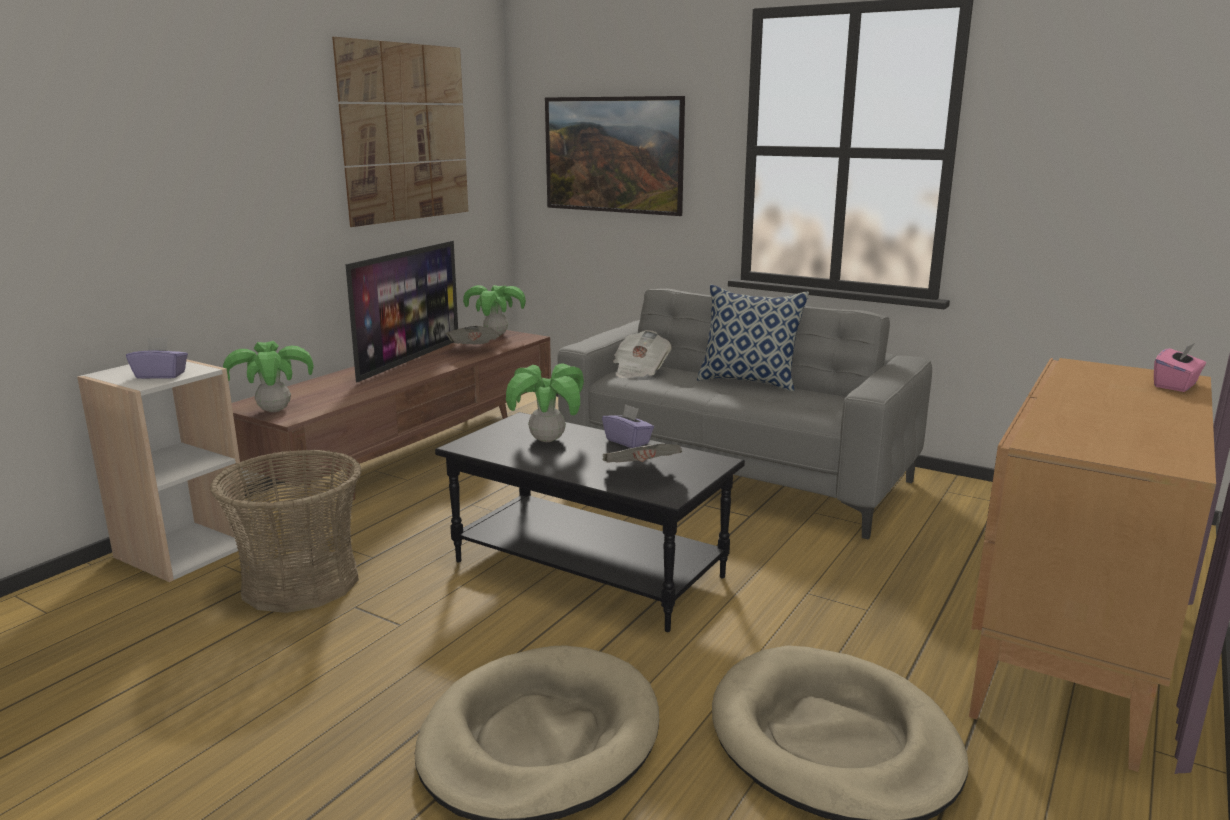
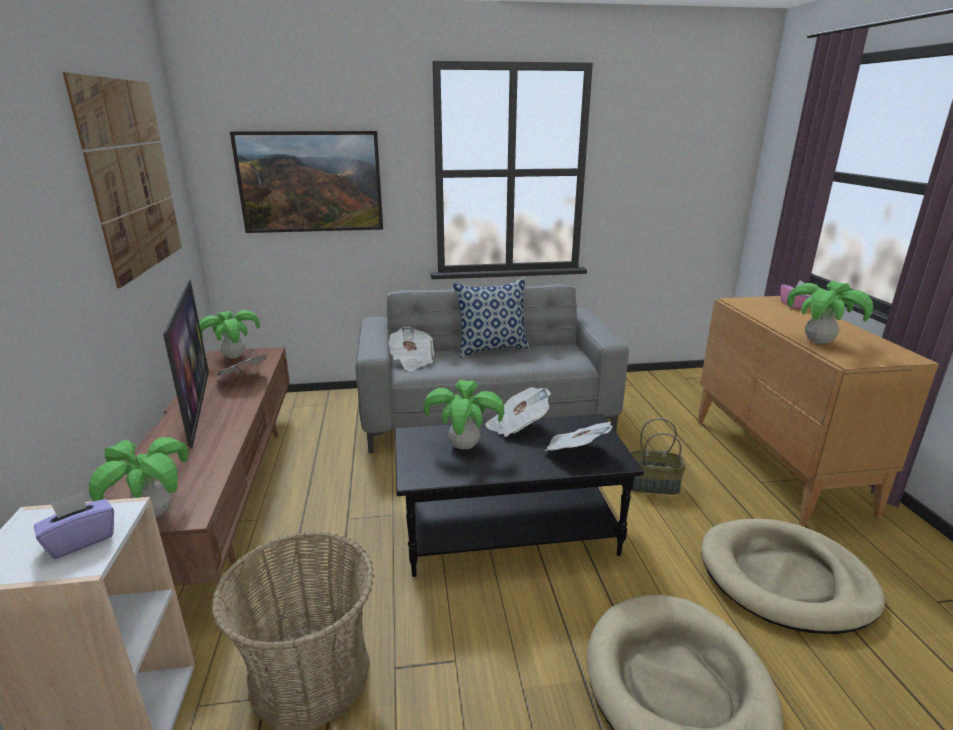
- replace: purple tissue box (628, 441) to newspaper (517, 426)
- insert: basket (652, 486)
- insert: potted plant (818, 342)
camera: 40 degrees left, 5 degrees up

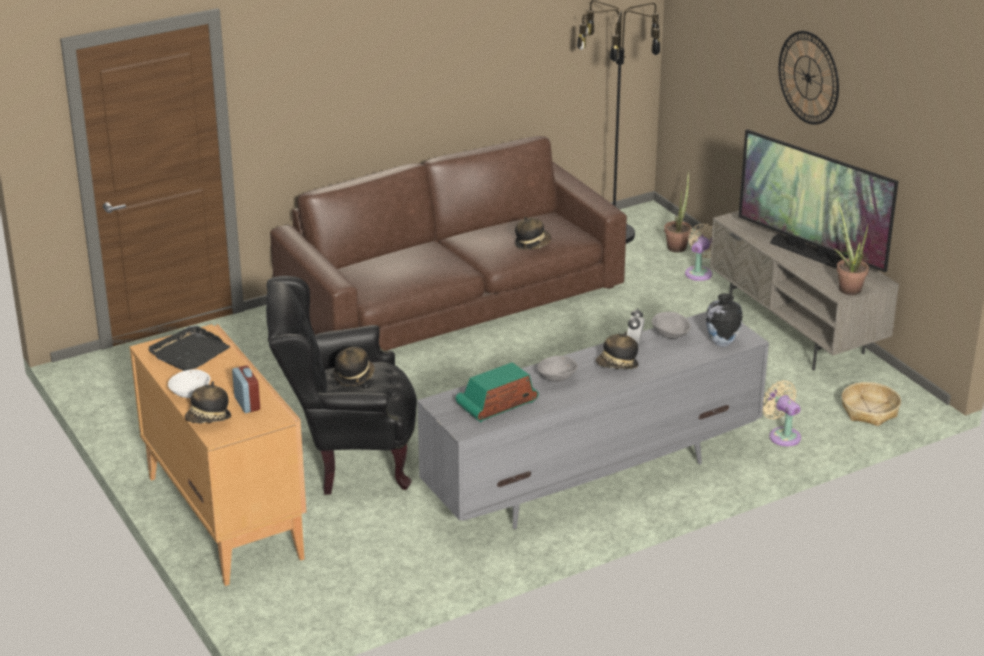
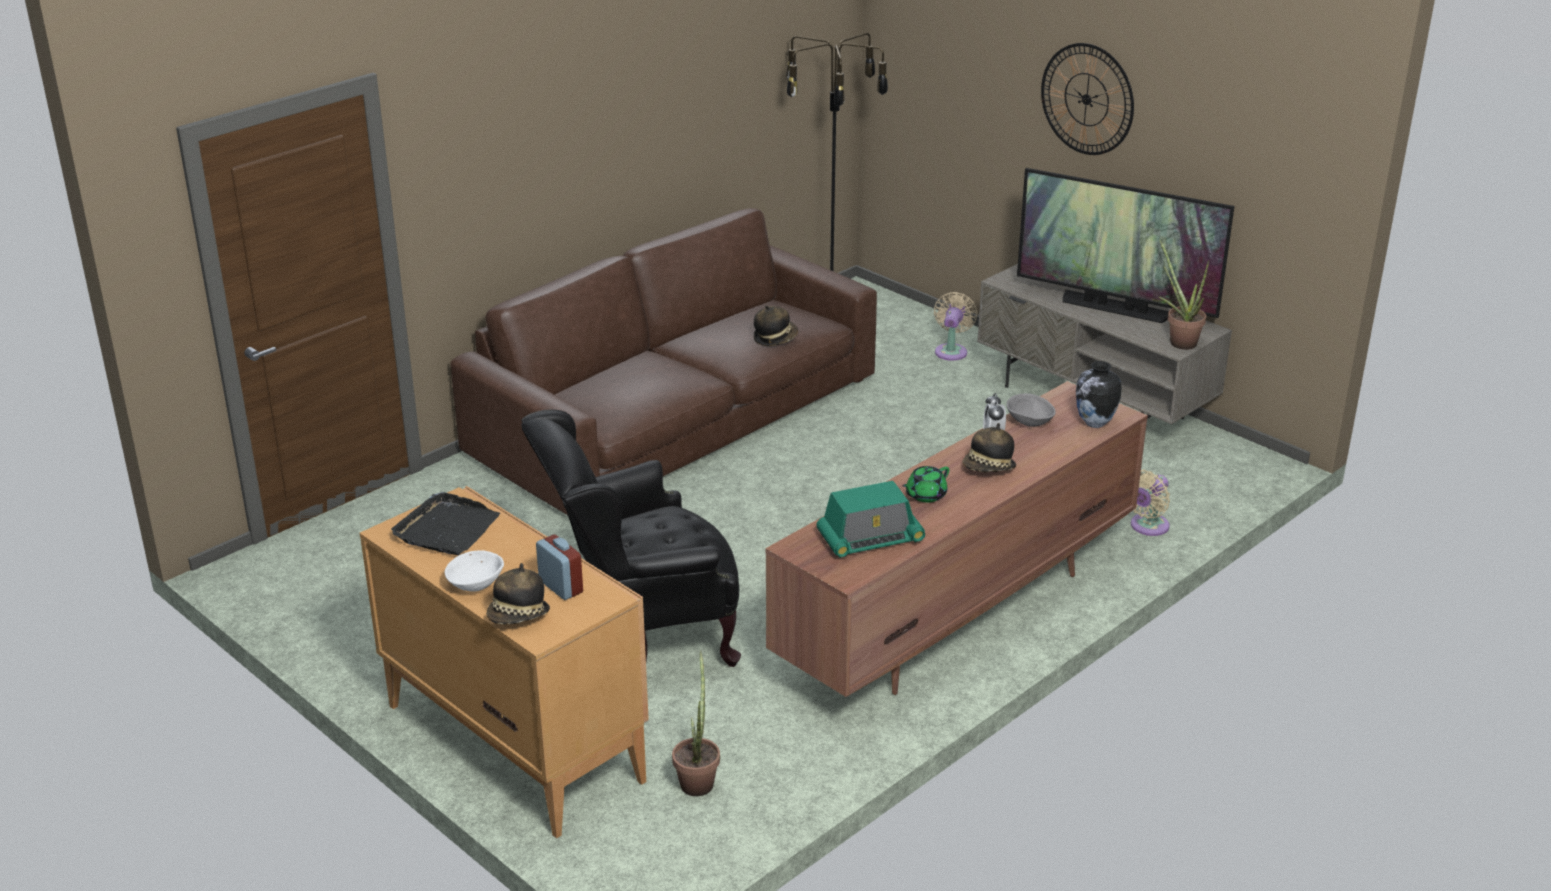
- delete: hat (354, 376)
- recolor: grey cabinet (593, 482) to brown cabinet (959, 618)
- rotate: radio (497, 405) = (870, 539) 150 degrees counterclockwise
- replace: grey bowl (557, 379) to green teapot (925, 495)
- move: potted plant (678, 246) to (698, 780)
- rotate: beige fan (782, 435) = (1147, 527) 90 degrees counterclockwise
- delete: basket (869, 411)
camera: 15 degrees left, 0 degrees up

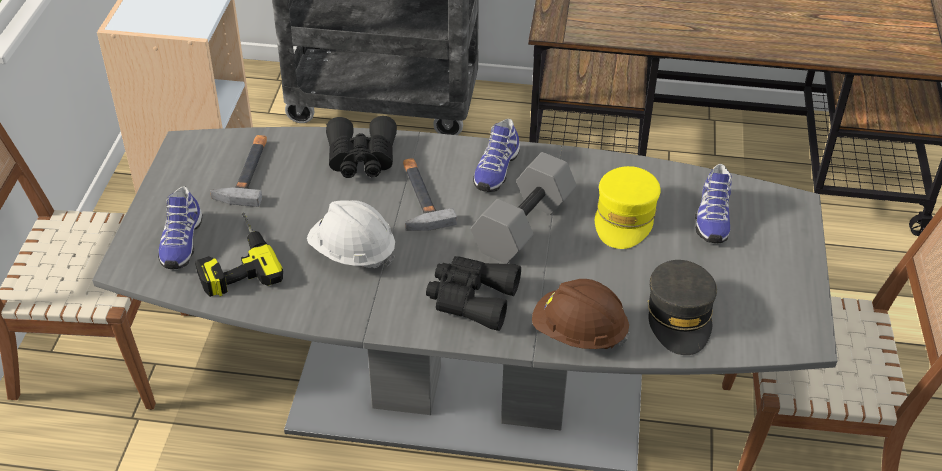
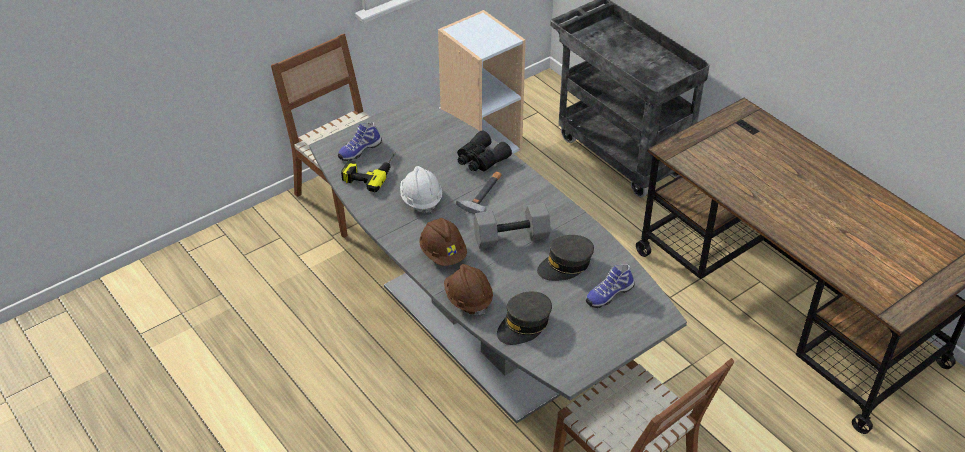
- delete: hammer (247, 172)
- replace: black binoculars (472, 299) to brown hard hat (443, 253)
- delete: shoe (495, 170)
- recolor: yellow cap (625, 217) to grey cap (565, 265)
camera: 45 degrees right, 0 degrees up

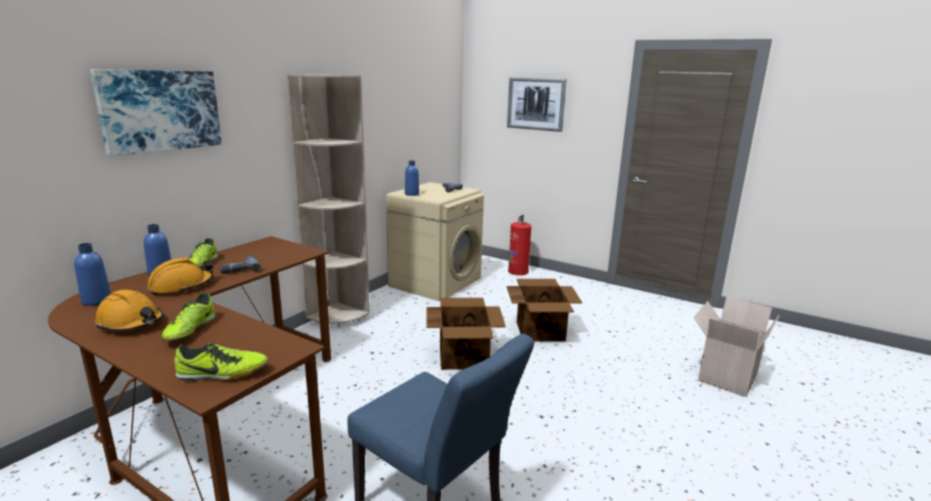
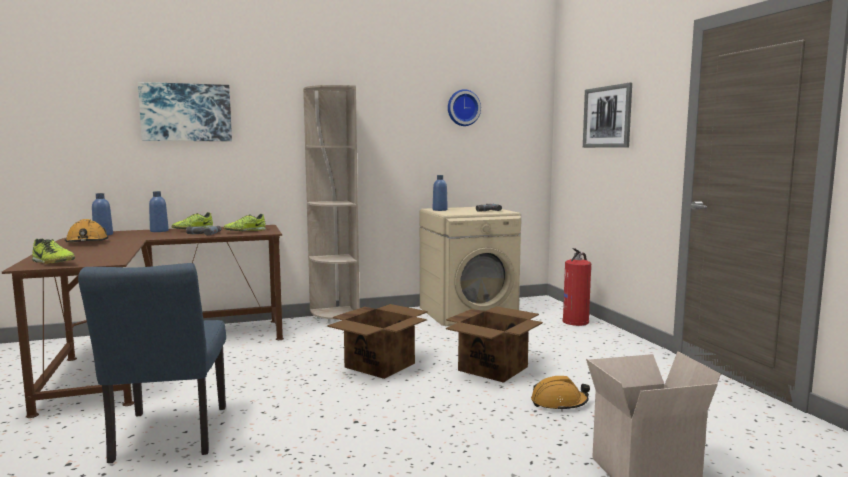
- move: orange hard hat (181, 286) to (559, 403)
- move: shoe (190, 330) to (245, 231)
- insert: wall clock (463, 108)
camera: 40 degrees right, 10 degrees down

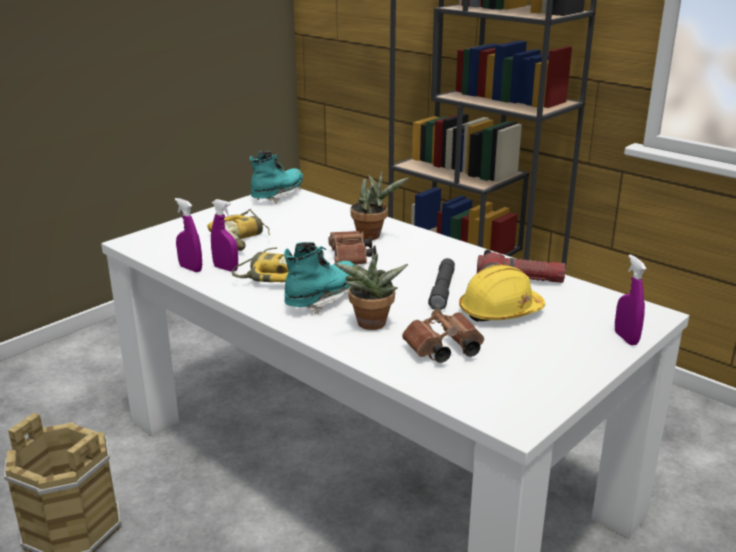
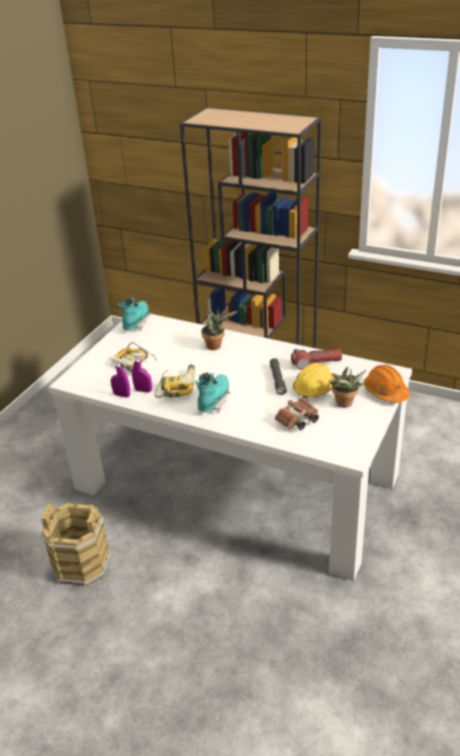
- delete: brown binoculars (351, 260)
- move: potted plant (370, 325) to (344, 404)
- replace: purple spray bottle (626, 338) to orange hard hat (385, 392)
camera: 15 degrees left, 10 degrees up

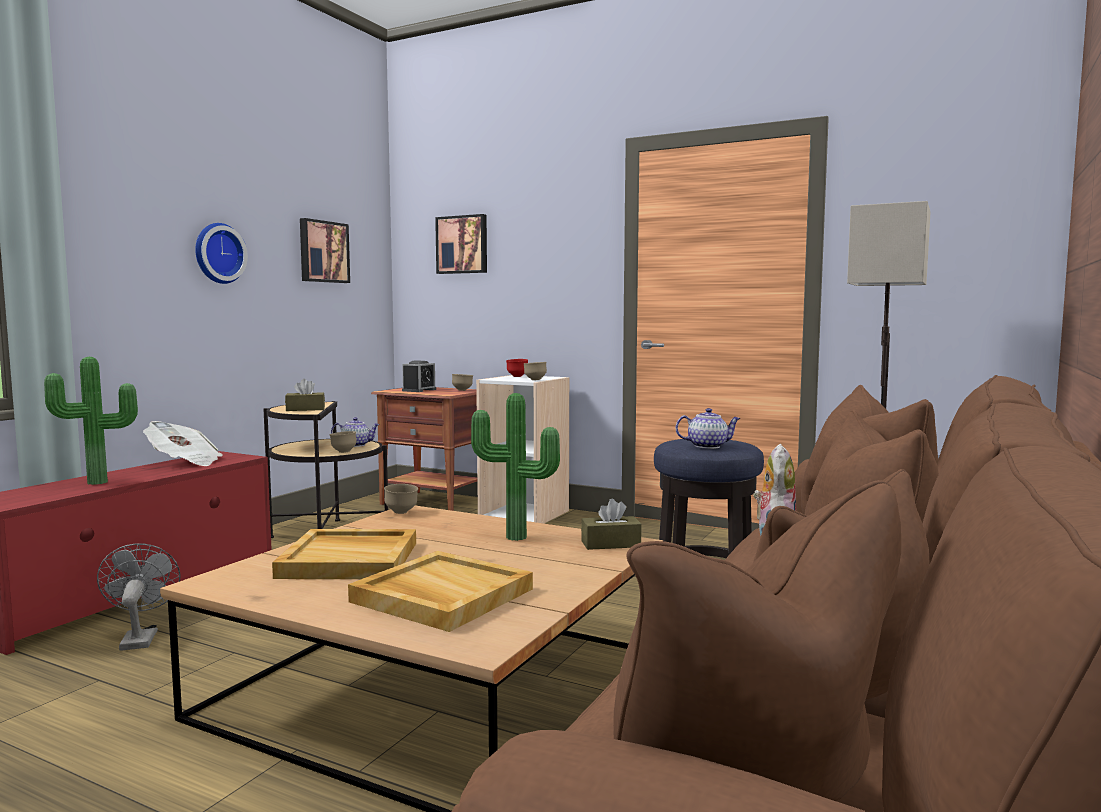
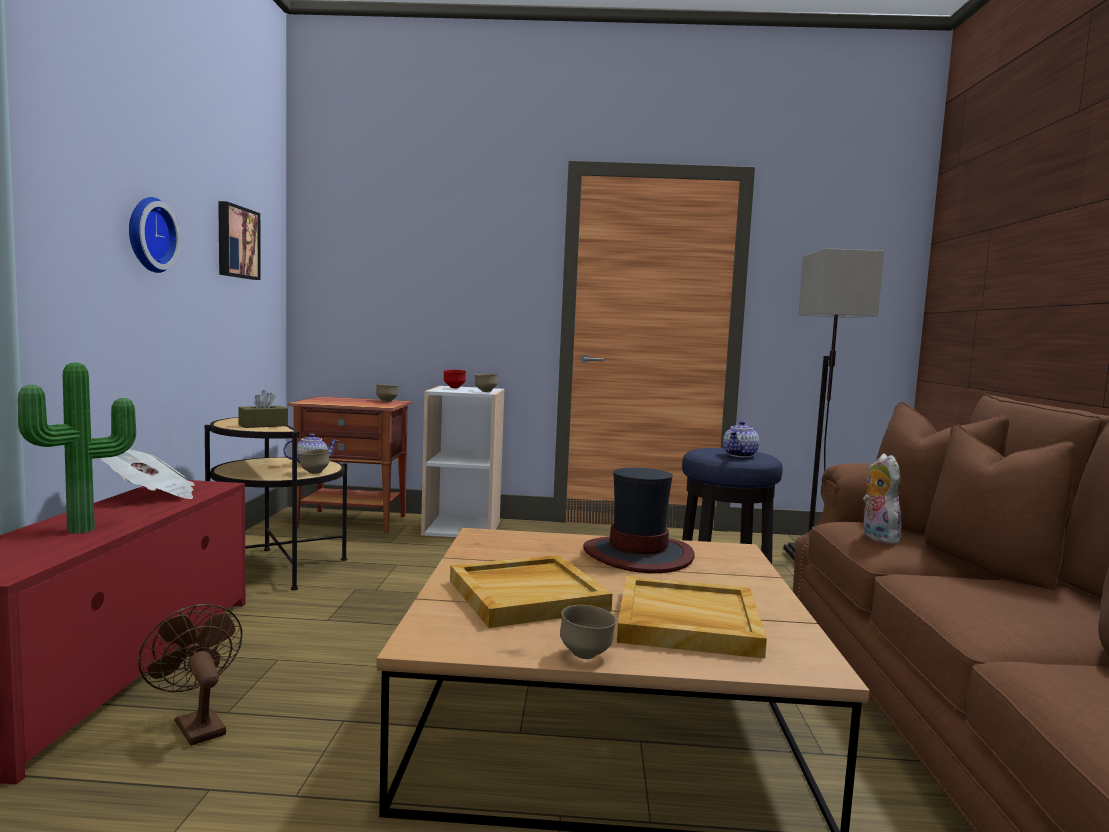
- recolor: grey fan (140, 638) to brown fan (195, 725)
- move: brown bowl (401, 512) to (586, 655)
- delete: alarm clock (419, 390)
- delete: picture (462, 244)
- replace: potted plant (515, 538) to hat (638, 555)
- delete: brown tissue box (610, 544)
- rotate: teapot (707, 446) = (740, 455) 150 degrees clockwise
camera: 25 degrees left, 0 degrees up

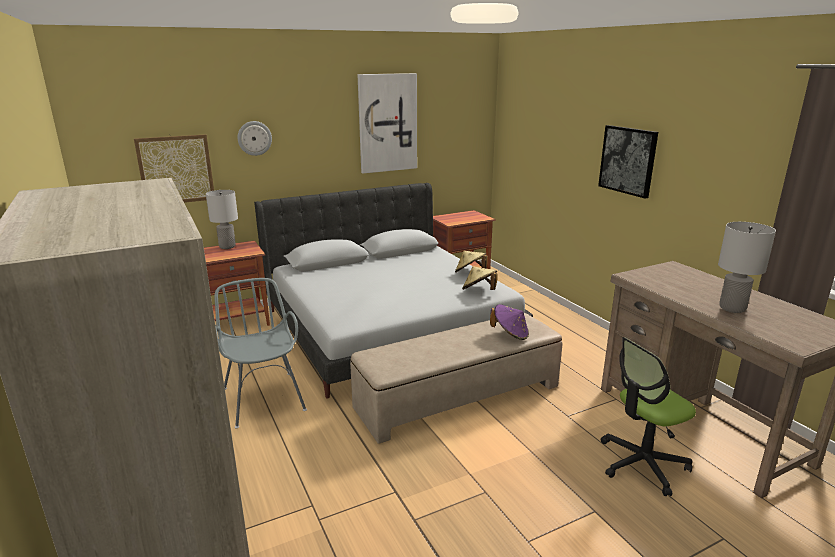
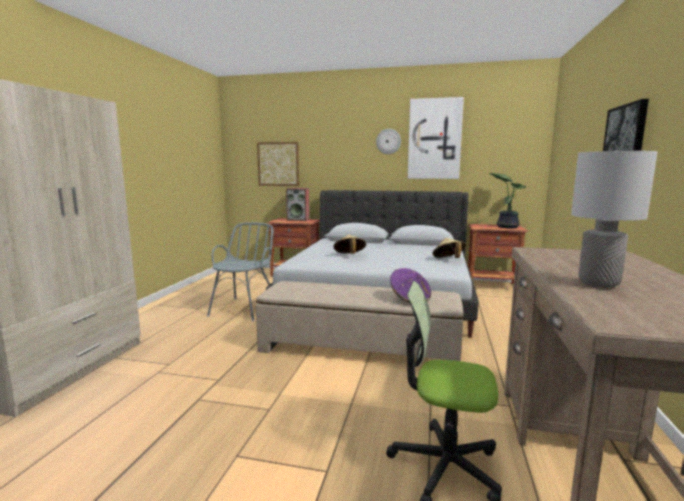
- replace: grey table lamp (227, 247) to speaker (298, 219)
- move: wall clock (254, 138) to (388, 141)
- move: beige hat (479, 291) to (349, 255)
- insert: potted plant (507, 227)
camera: 40 degrees right, 10 degrees down

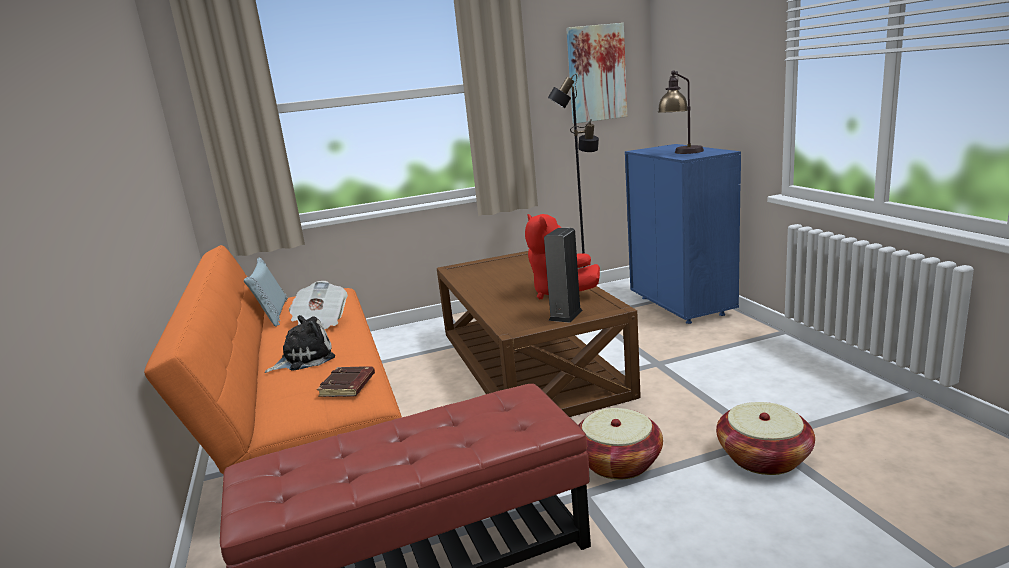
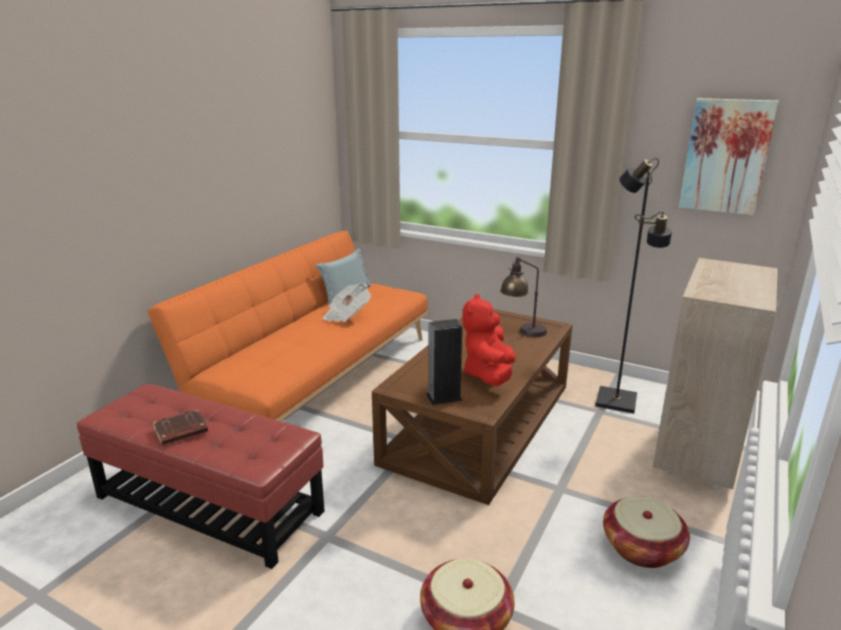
- delete: plush toy (304, 359)
- move: brown book (348, 386) to (180, 432)
- move: basket (618, 462) to (642, 548)
- recolor: blue cabinet (682, 306) to beige cabinet (697, 454)
- move: table lamp (681, 153) to (522, 330)
camera: 45 degrees right, 5 degrees up

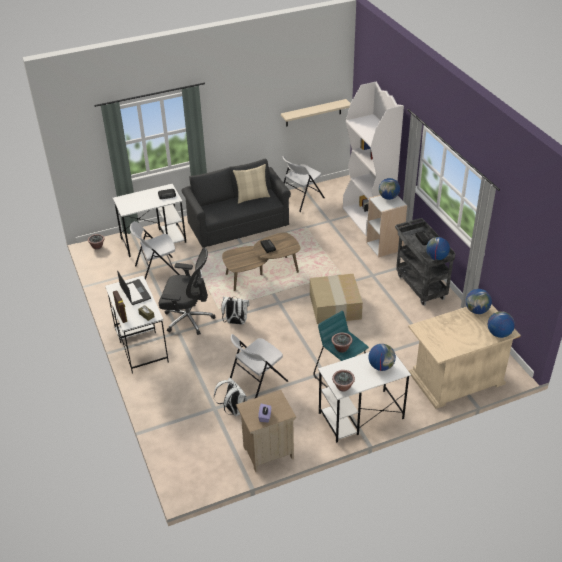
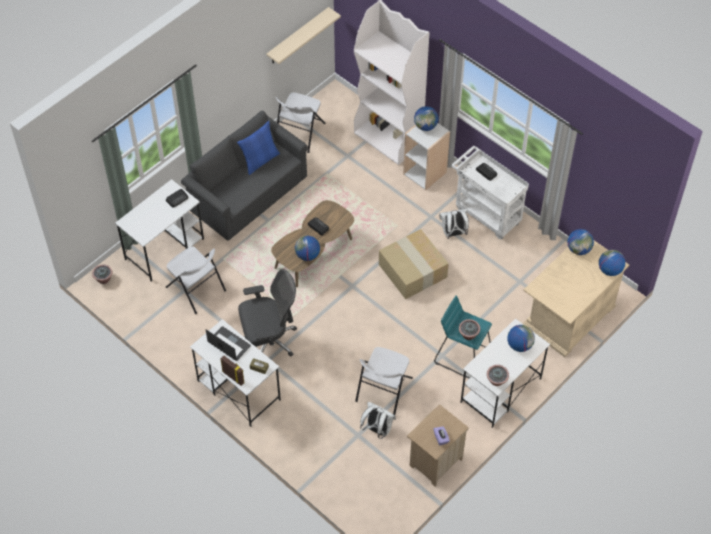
- rotate: white chair (157, 271) = (195, 289) 90 degrees counterclockwise
- move: white backpack (235, 322) to (453, 233)
- recolor: beige pillow (252, 197) to blue pillow (260, 160)
- recolor: black cart (419, 286) to white cart (485, 215)
- move: globe (436, 257) to (307, 255)
camera: 25 degrees left, 15 degrees up

